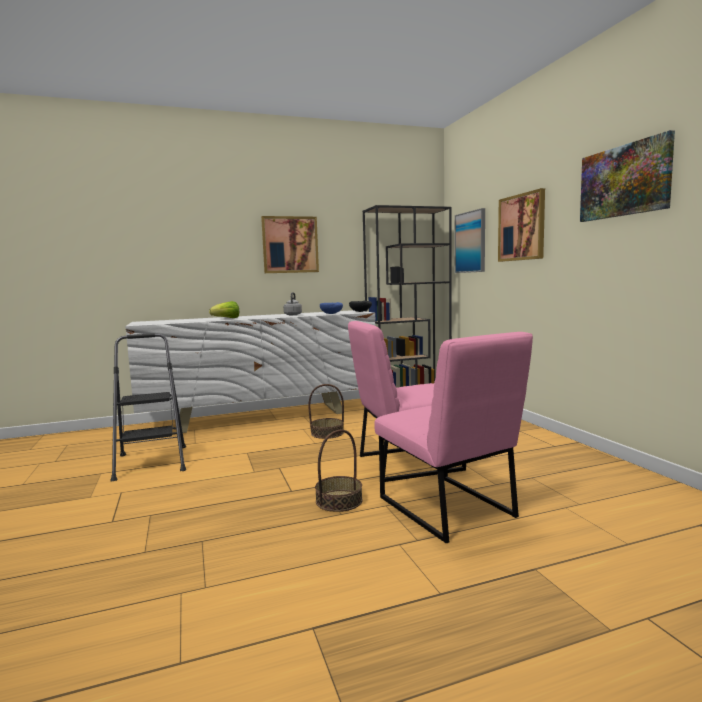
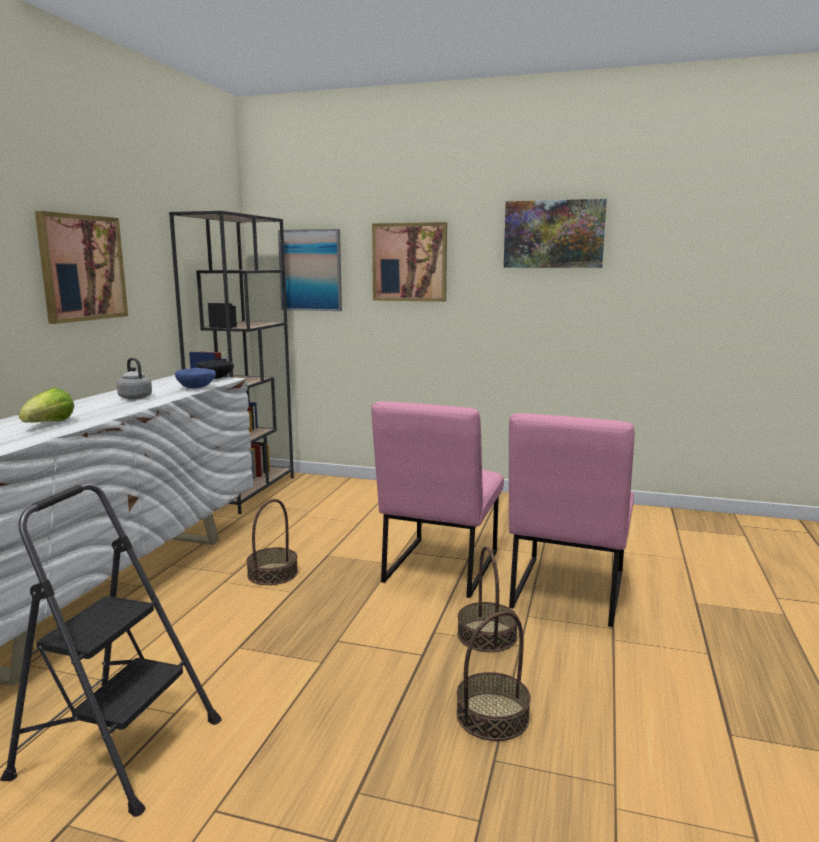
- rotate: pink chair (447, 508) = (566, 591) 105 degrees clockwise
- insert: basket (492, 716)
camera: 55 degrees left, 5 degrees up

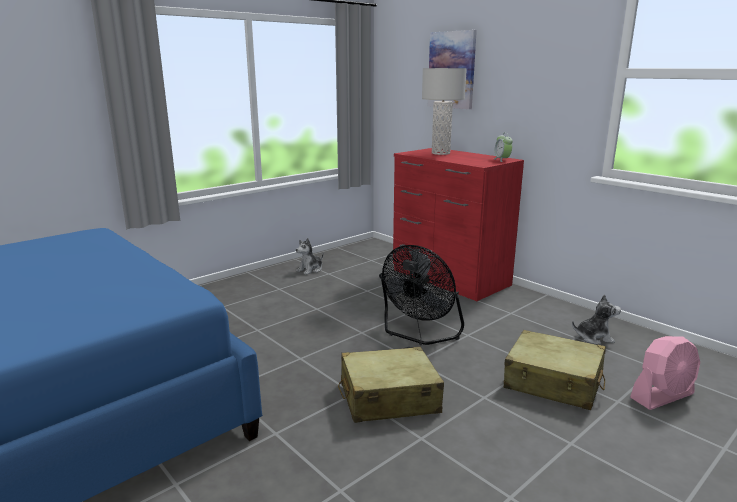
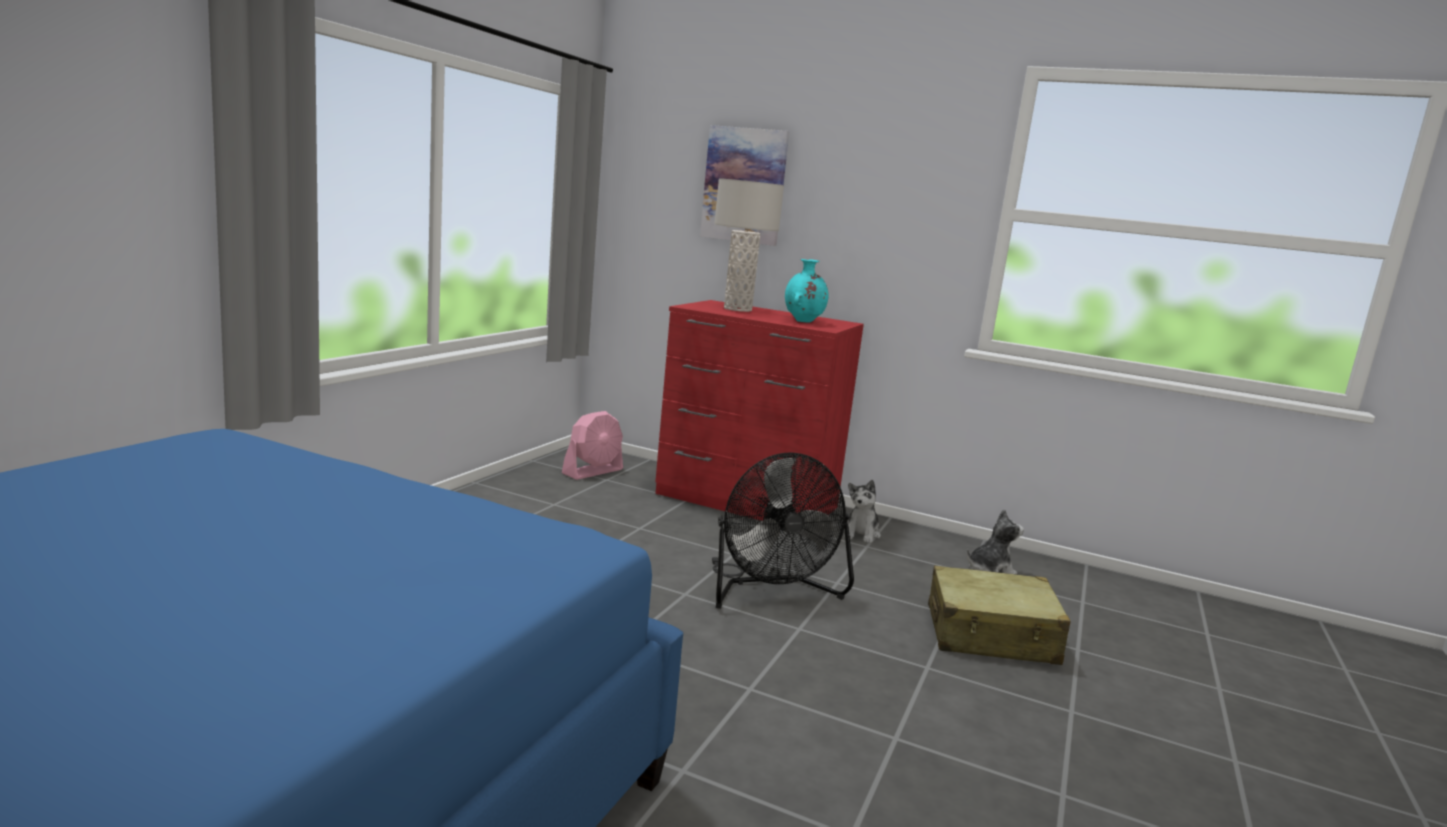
- move: plush toy (310, 270) to (861, 534)
- delete: beige suitcase (388, 398)
- rotate: black fan (414, 335) = (766, 590) 150 degrees clockwise
- delete: alarm clock (502, 160)
- move: pink fan (662, 396) to (593, 471)
- insert: turquoise vase (803, 321)
camera: 25 degrees left, 5 degrees down

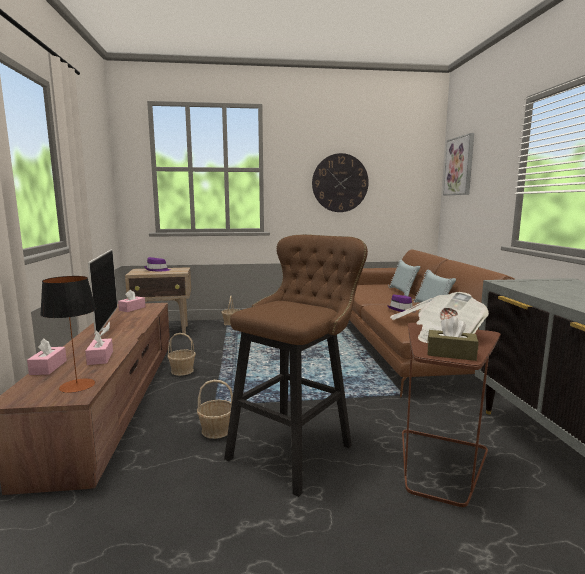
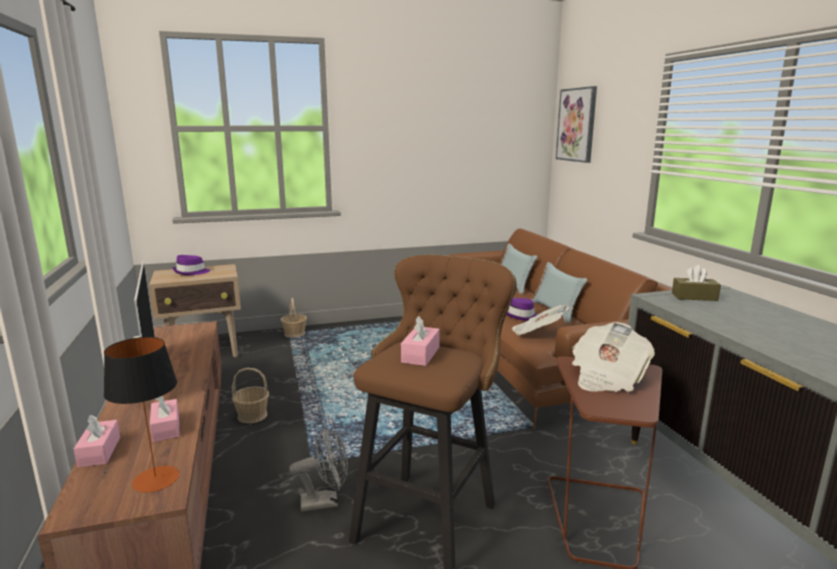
- move: pink tissue box (132, 309) to (420, 355)
- replace: basket (216, 430) to grey fan (326, 501)
- delete: wall clock (340, 183)
- move: brown tissue box (451, 354) to (694, 297)
camera: 10 degrees left, 5 degrees up

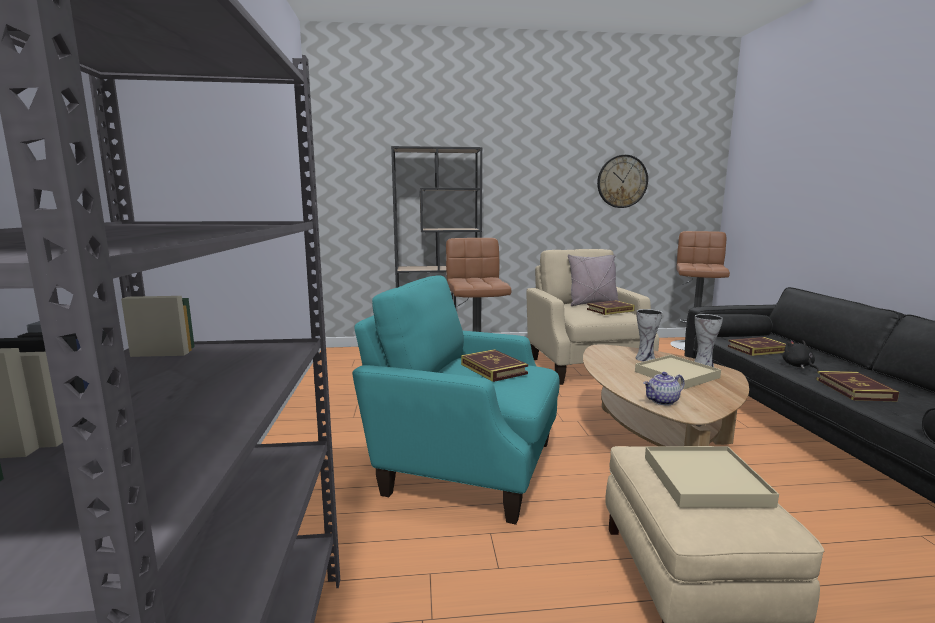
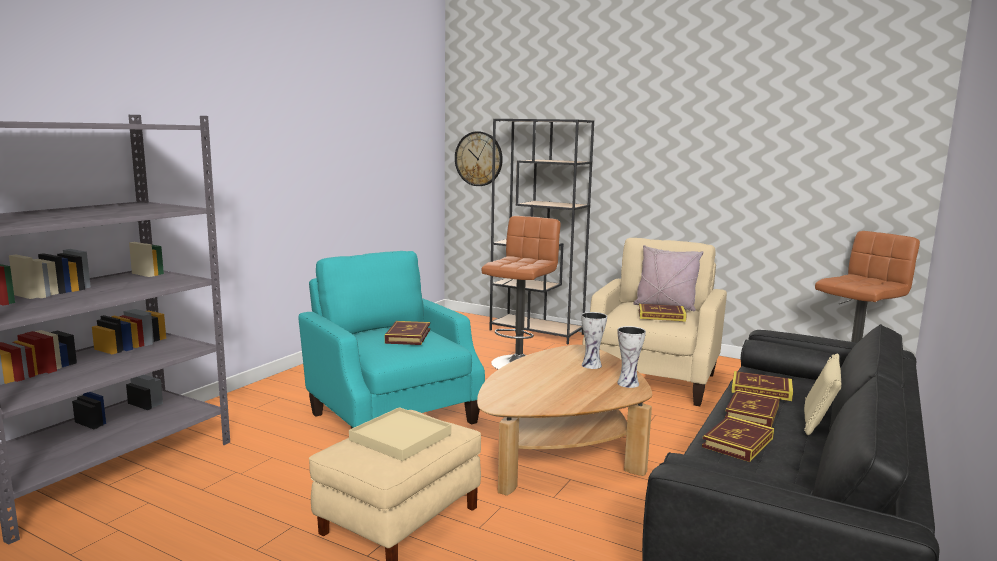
- move: wall clock (622, 181) to (478, 159)
- delete: beige tray (676, 374)
- delete: teapot (662, 401)
- replace: black plush toy (798, 366) to book (752, 412)
- insert: beige pillow (818, 420)
camera: 35 degrees right, 0 degrees up

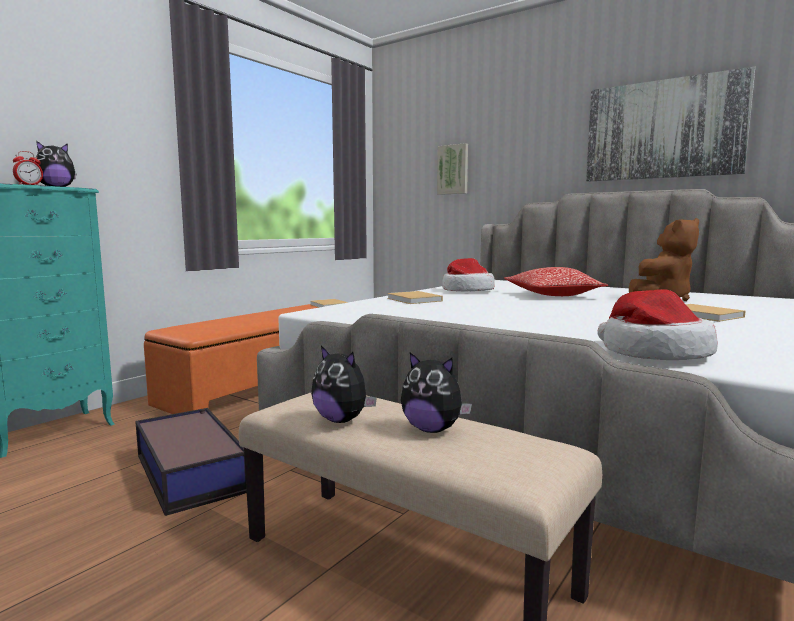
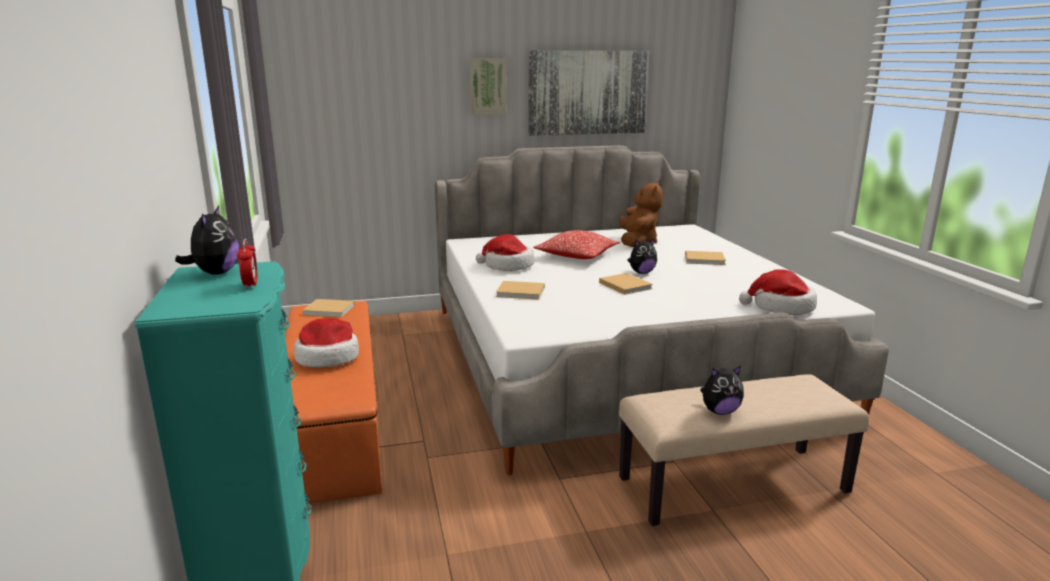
- delete: storage box (190, 471)
- move: plush toy (432, 429) to (641, 272)
- move: picture (453, 169) to (487, 85)
- insert: hat (328, 357)
- insert: beige book (624, 285)
camera: 50 degrees left, 10 degrees up

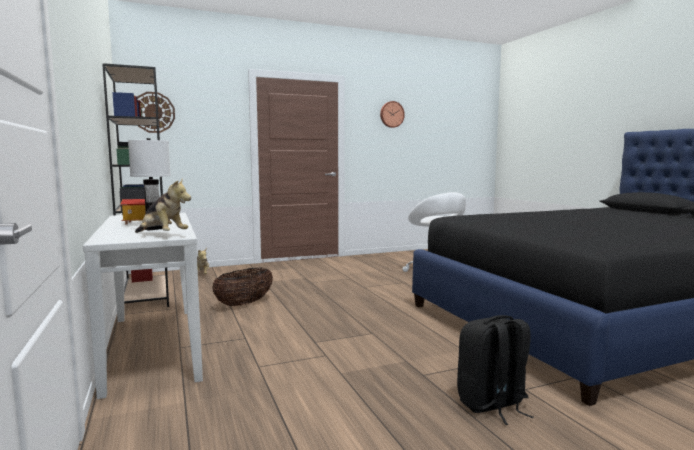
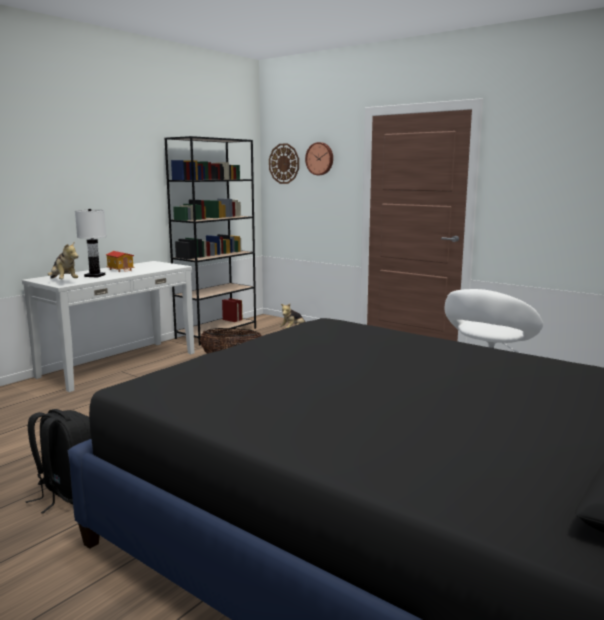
- rotate: plush toy (162, 235) = (64, 282) 45 degrees counterclockwise
- move: wall clock (391, 114) to (320, 158)
camera: 60 degrees right, 5 degrees up

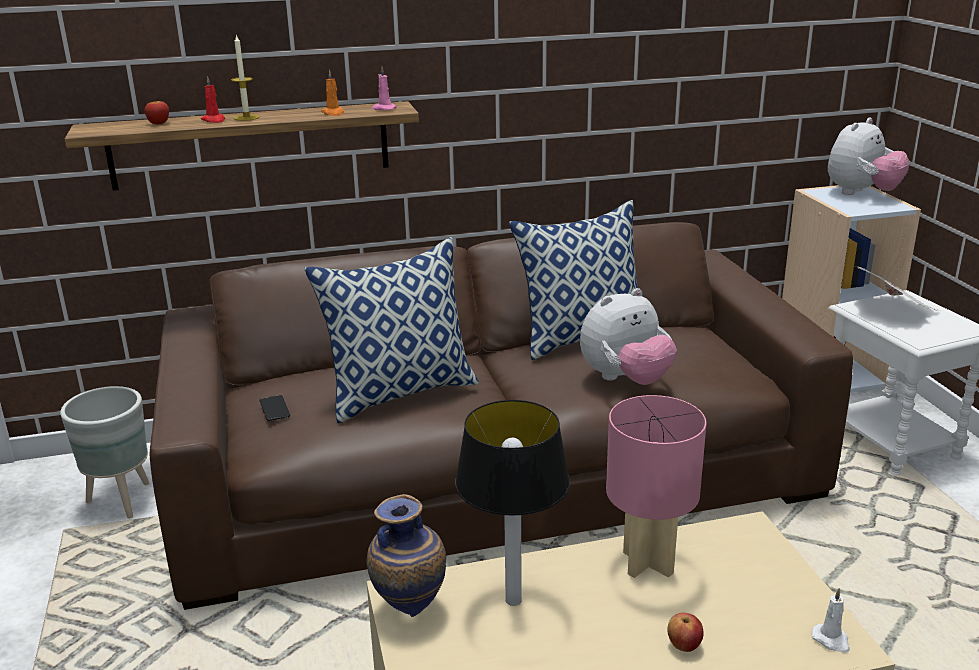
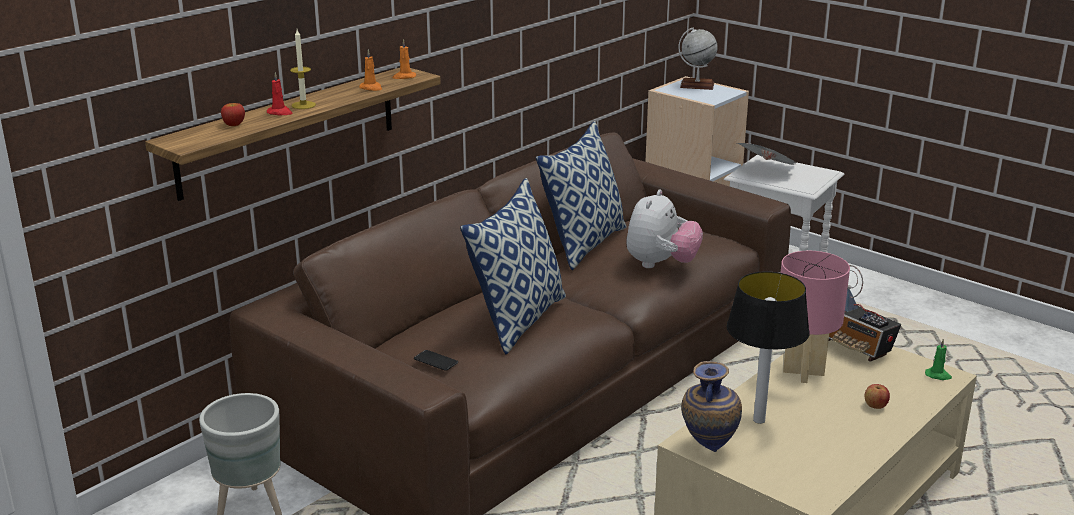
- recolor: pink candle (383, 109) to orange candle (404, 77)
- recolor: white candle (831, 640) to green candle (938, 375)
- replace: plush toy (861, 193) to globe (697, 85)
- insert: radio (856, 348)
camera: 35 degrees left, 0 degrees up

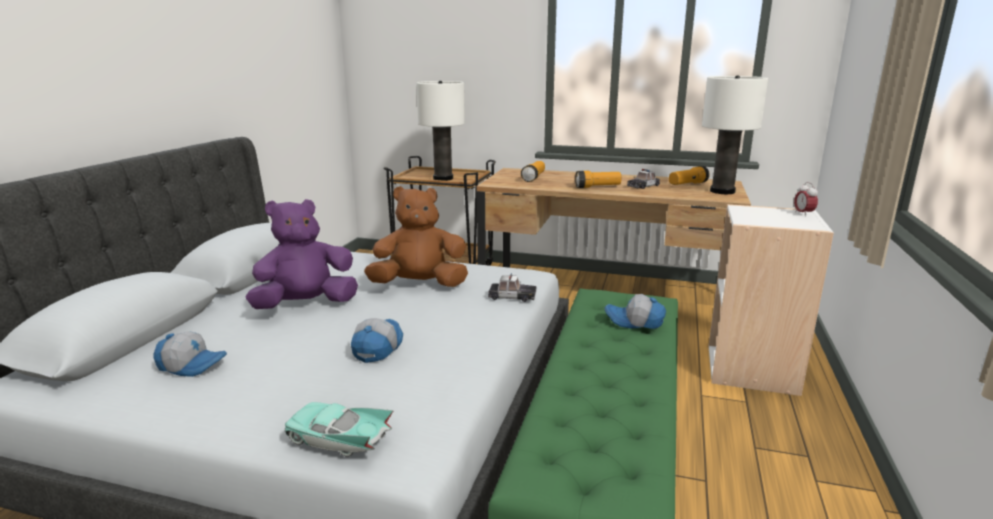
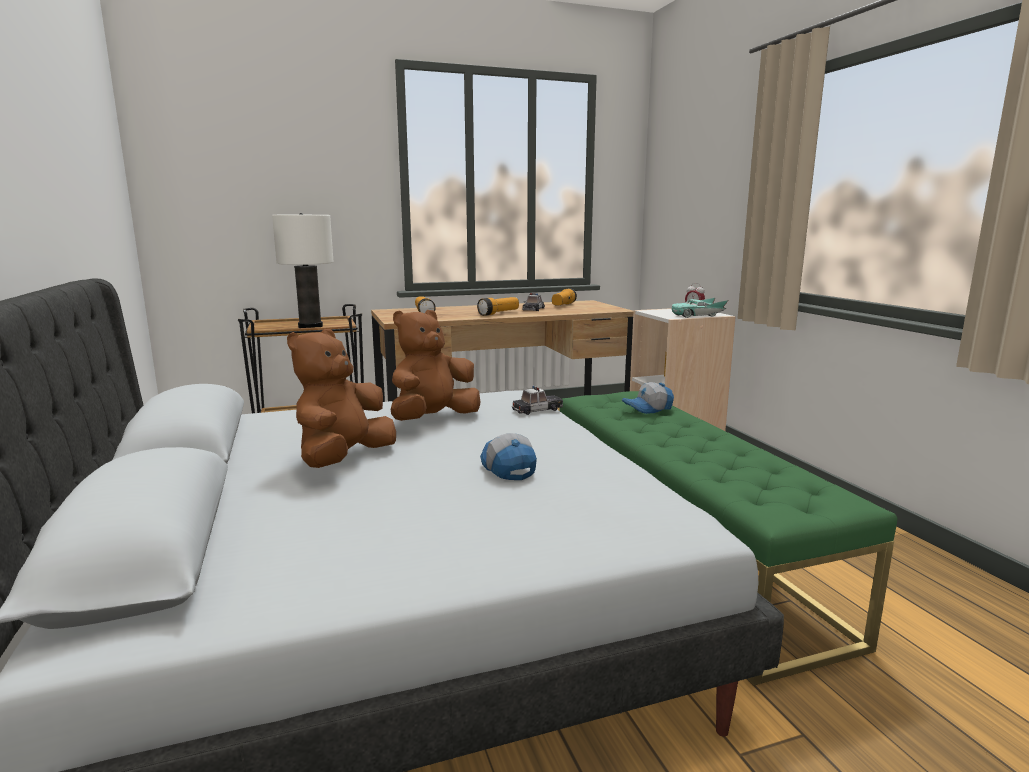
- delete: cap (192, 365)
- recolor: purple plush toy (306, 305) to brown plush toy (344, 459)
- move: turquoise toy car (339, 439) to (697, 315)
- delete: white table lamp (722, 191)
camera: 35 degrees left, 5 degrees down

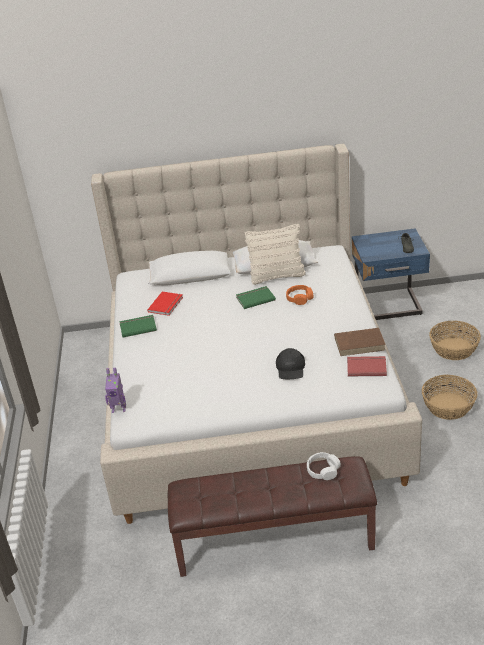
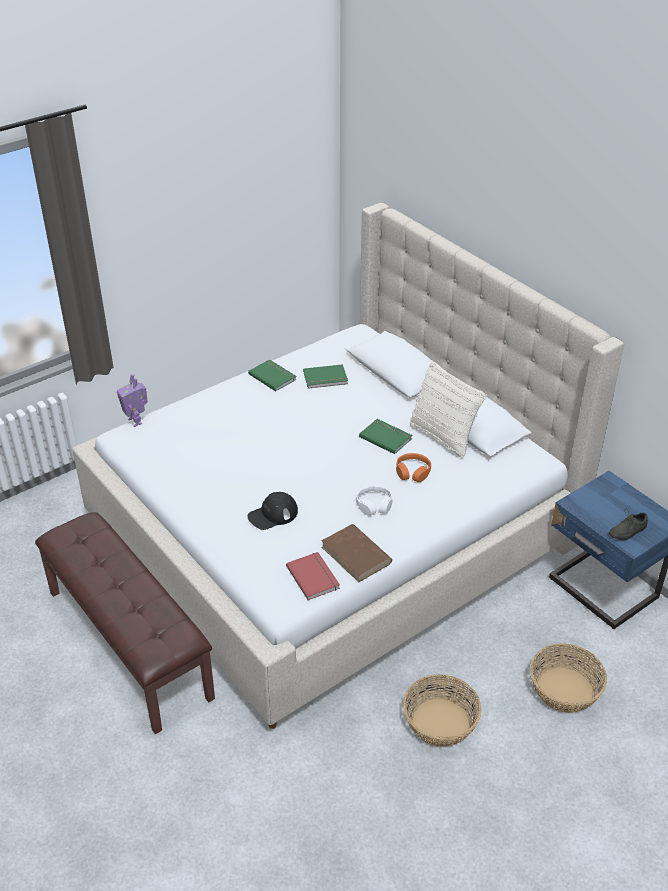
- recolor: red book (166, 305) to green book (326, 379)
- move: white headphones (323, 470) to (374, 505)
camera: 55 degrees right, 5 degrees up

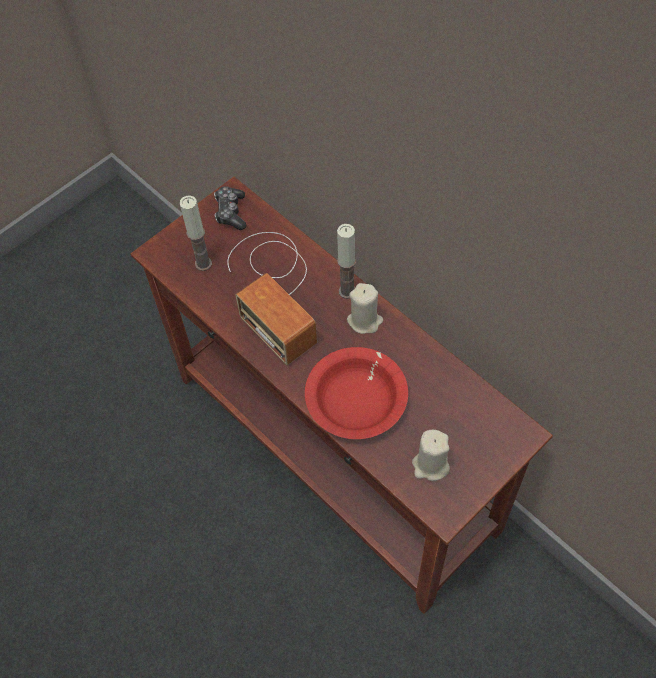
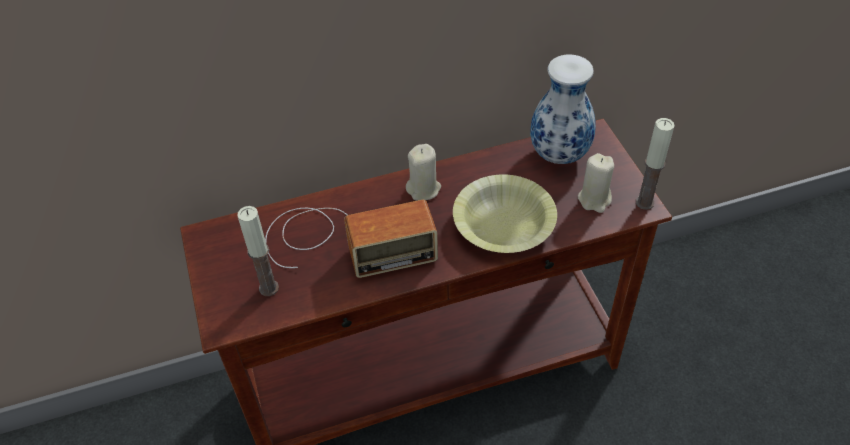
- delete: game controller (231, 212)
- recolor: red bowl (356, 400) to yellow bowl (504, 224)
- move: candle (347, 291) to (644, 202)
- insert: vase (560, 156)
camera: 65 degrees left, 10 degrees down

